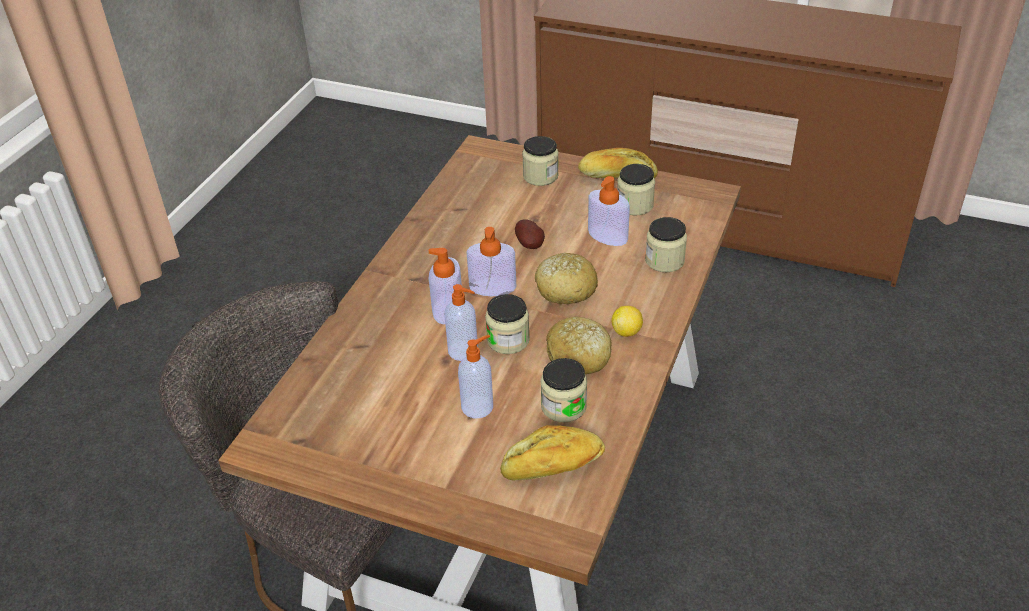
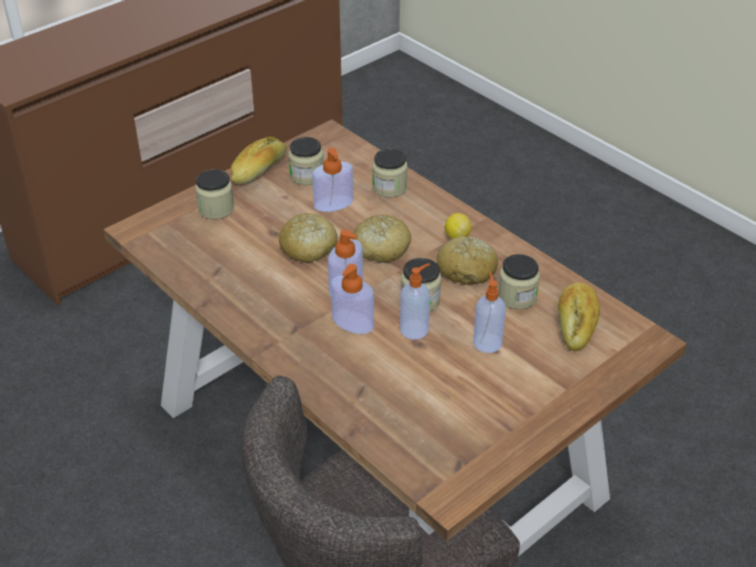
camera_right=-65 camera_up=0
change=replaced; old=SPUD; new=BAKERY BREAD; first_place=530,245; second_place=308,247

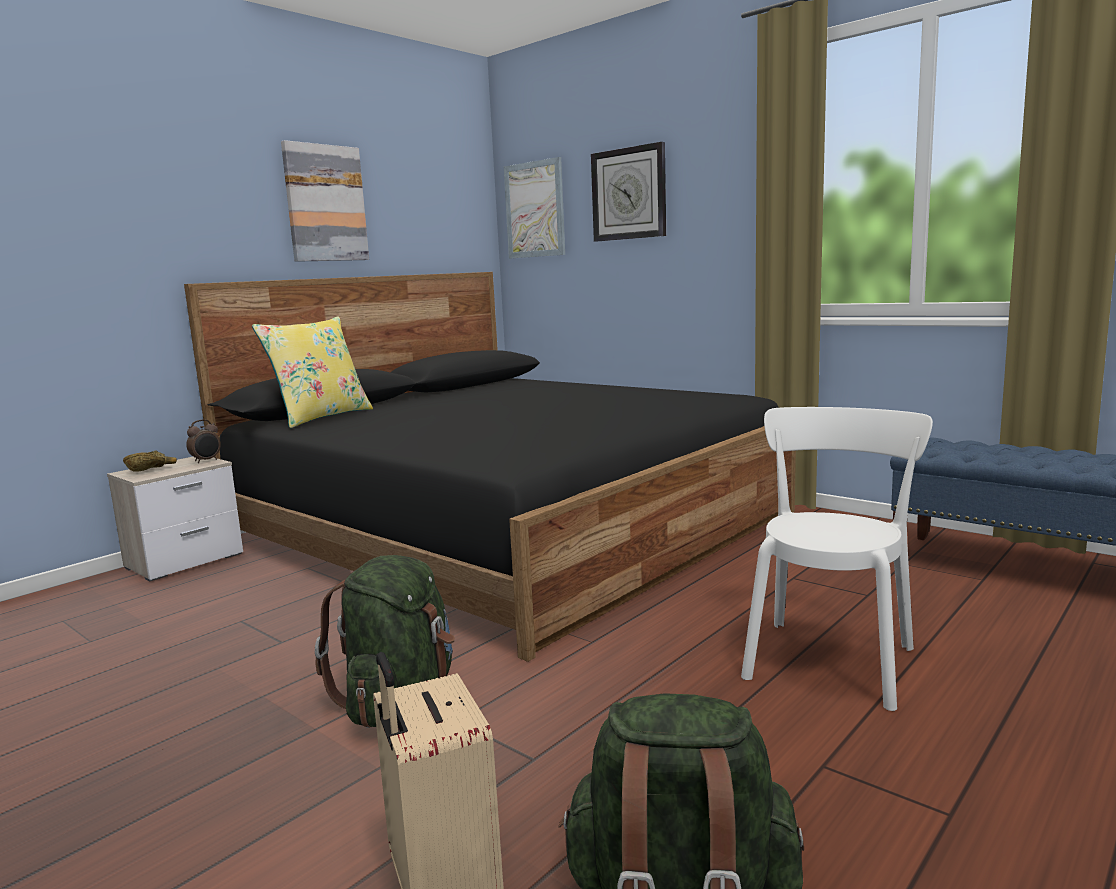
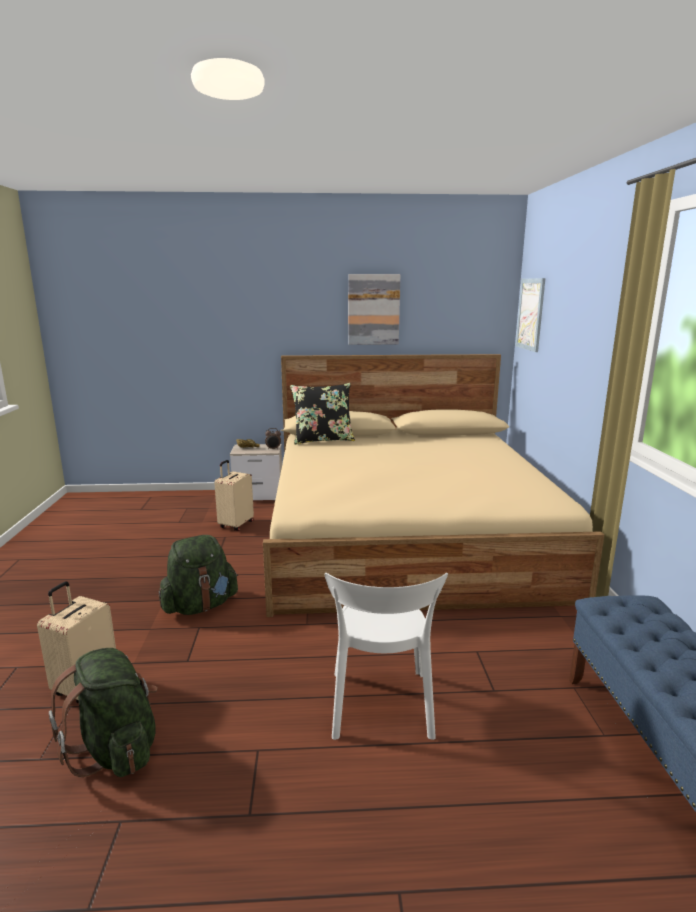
camera_right=45 camera_up=5
change=recoloured; old=BLACK-COLOURED BEDROOM BED; new=BEIGE BEDROOM BED; first_place=508,525; second_place=405,534
change=recoloured; old=YELLOW THROW PILLOW; new=BLACK-COLOURED THROW PILLOW; first_place=321,417; second_place=323,440
change=removed; old=HANGING CLOCK; first_place=629,194
change=turned; old=WHITE-COLOURED UPRIGHT CHAIR; first_place=831,658; second_place=381,708; degrees=105
change=added; new=BEIGE PIECE OF LUGGAGE; second_place=235,525

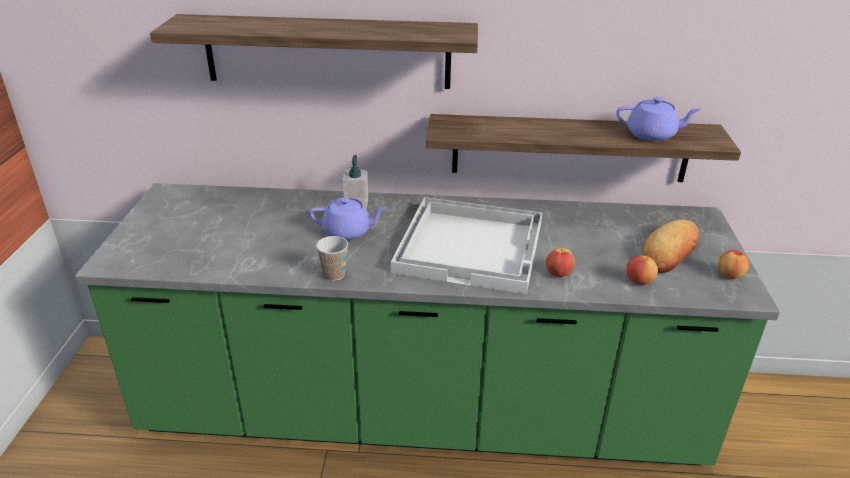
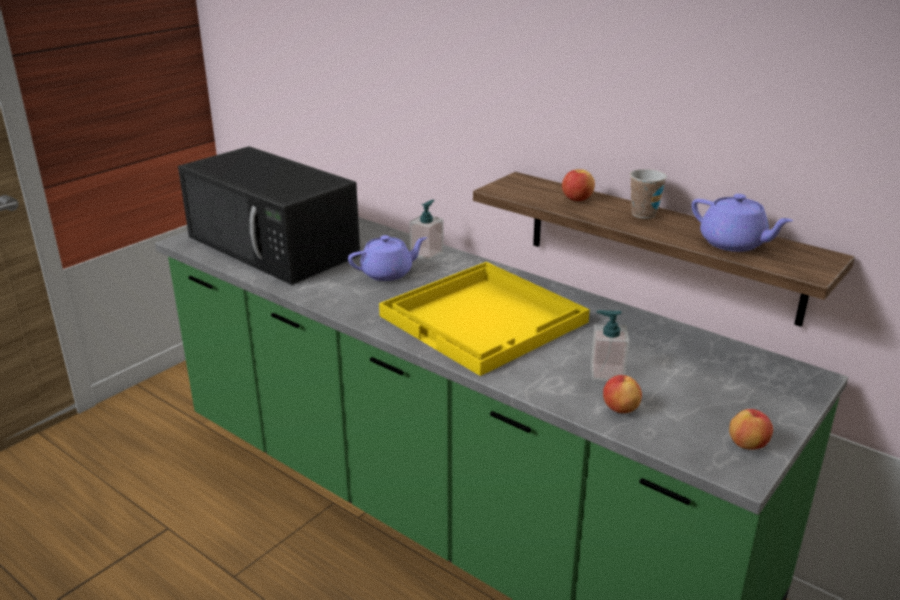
camera_right=35 camera_up=-5
change=removed; old=SHELF; first_place=327,52
change=turned; old=PURPLE-COLOURED POT FOR TEA; first_place=348,232; second_place=388,273; degrees=-60
change=moved; old=CUP; first_place=334,274; second_place=643,214
change=recoloured; old=WHITE-COLOURED CARRYING TRAY; new=YELLOW CARRYING TRAY; first_place=472,245; second_place=485,319
change=moved; old=APPLE FRUIT; first_place=559,273; second_place=577,199
change=removed; old=BAKERY BREAD; first_place=670,251
change=added; new=BLACK-COLOURED MICROWAVE; second_place=275,246
change=added; new=SOAP BOTTLE; second_place=607,372

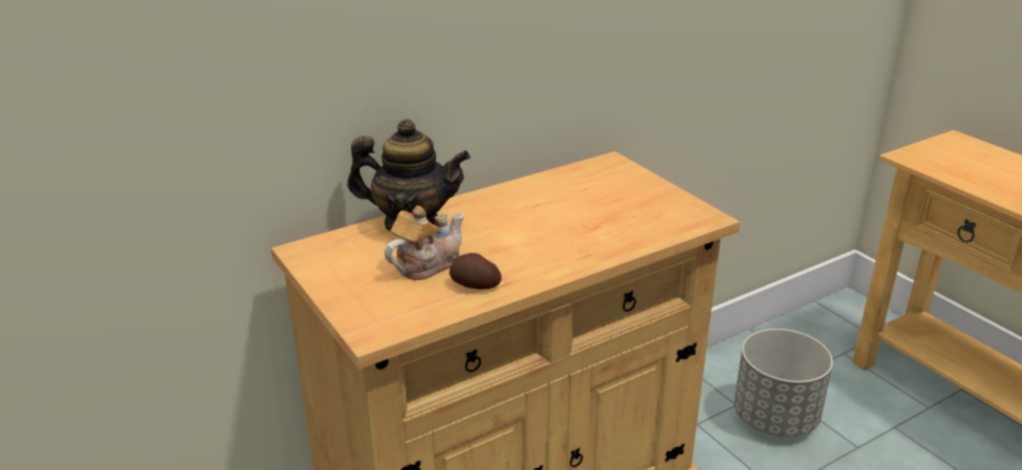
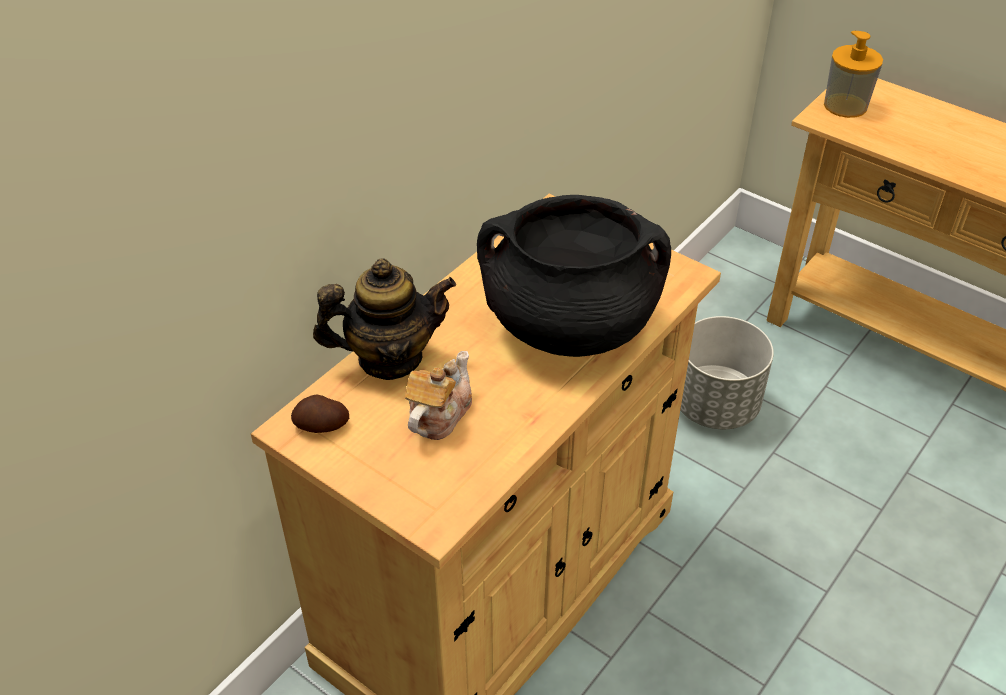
camera_right=-20 camera_up=15
change=moved; old=SPUD; first_place=474,285; second_place=321,426
change=added; new=BLACK-COLOURED COOKING POT; second_place=569,325
change=added; new=SOAP BOTTLE; second_place=845,105

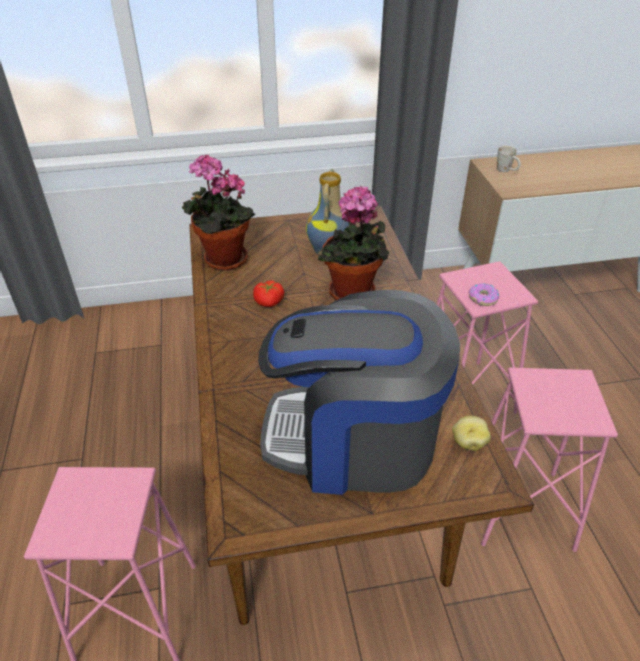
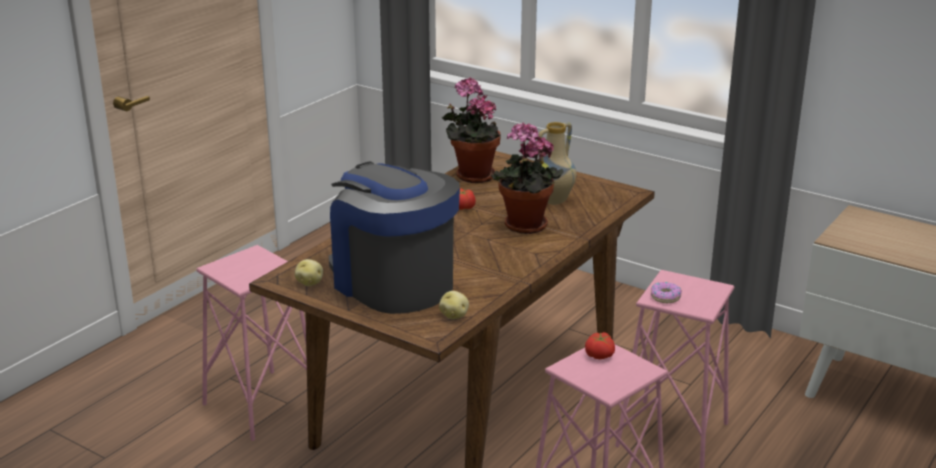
camera_right=45 camera_up=-15
change=removed; old=WHITE-COLOURED COFFEE MUG; first_place=507,171
change=added; new=SPUD; second_place=310,283
change=added; new=WHOLE TOMATO; second_place=600,355

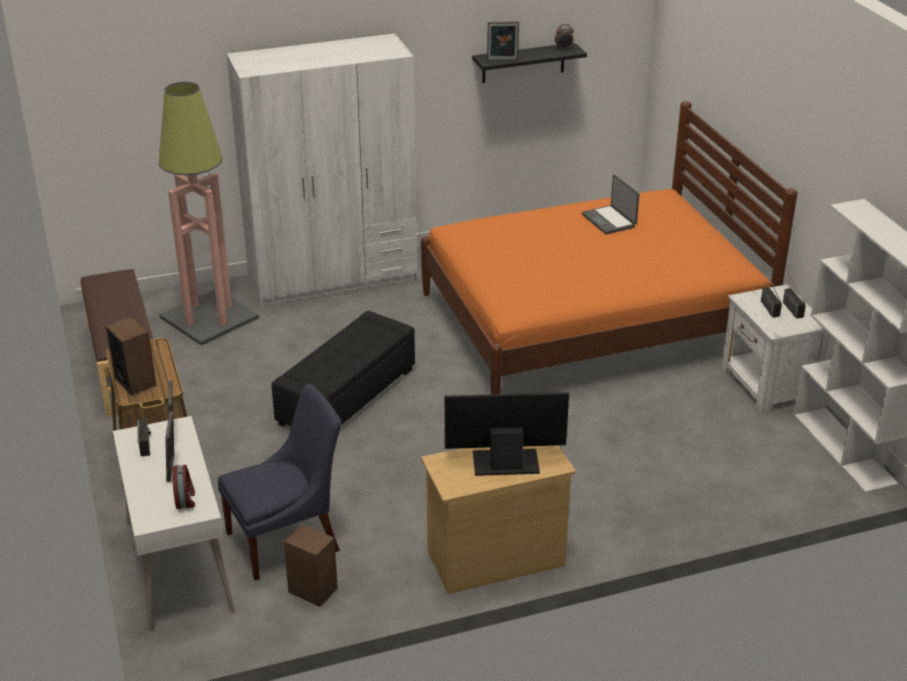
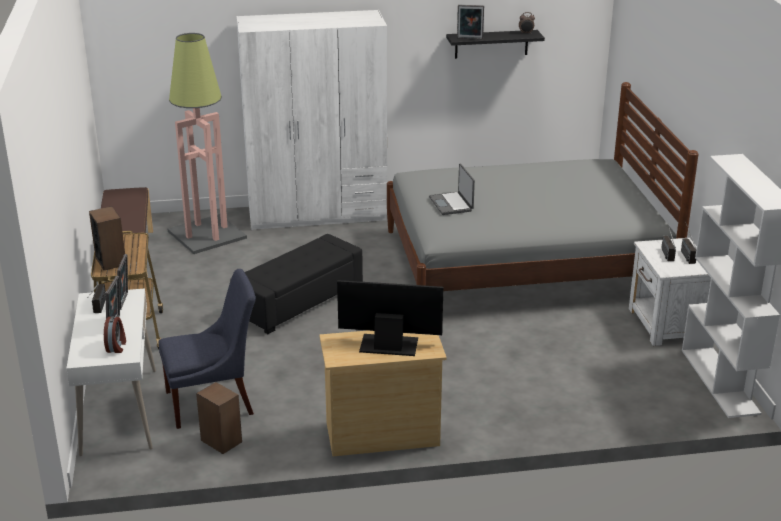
camera_right=10 camera_up=-5
change=recoloured; old=ORANGEY BEDROOM BED; new=GRAY BEDROOM BED; first_place=590,323; second_place=524,265
change=moved; old=LAPTOP; first_place=609,220; second_place=452,204

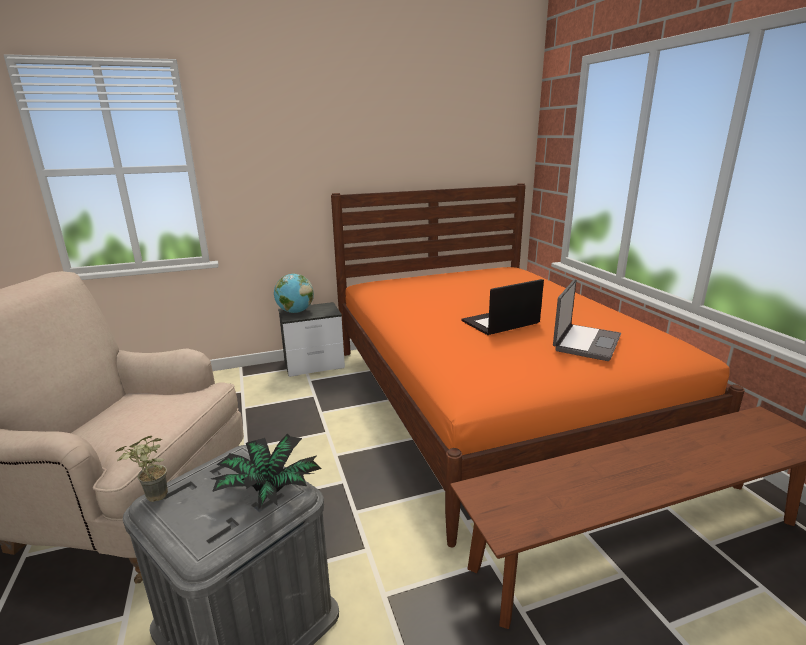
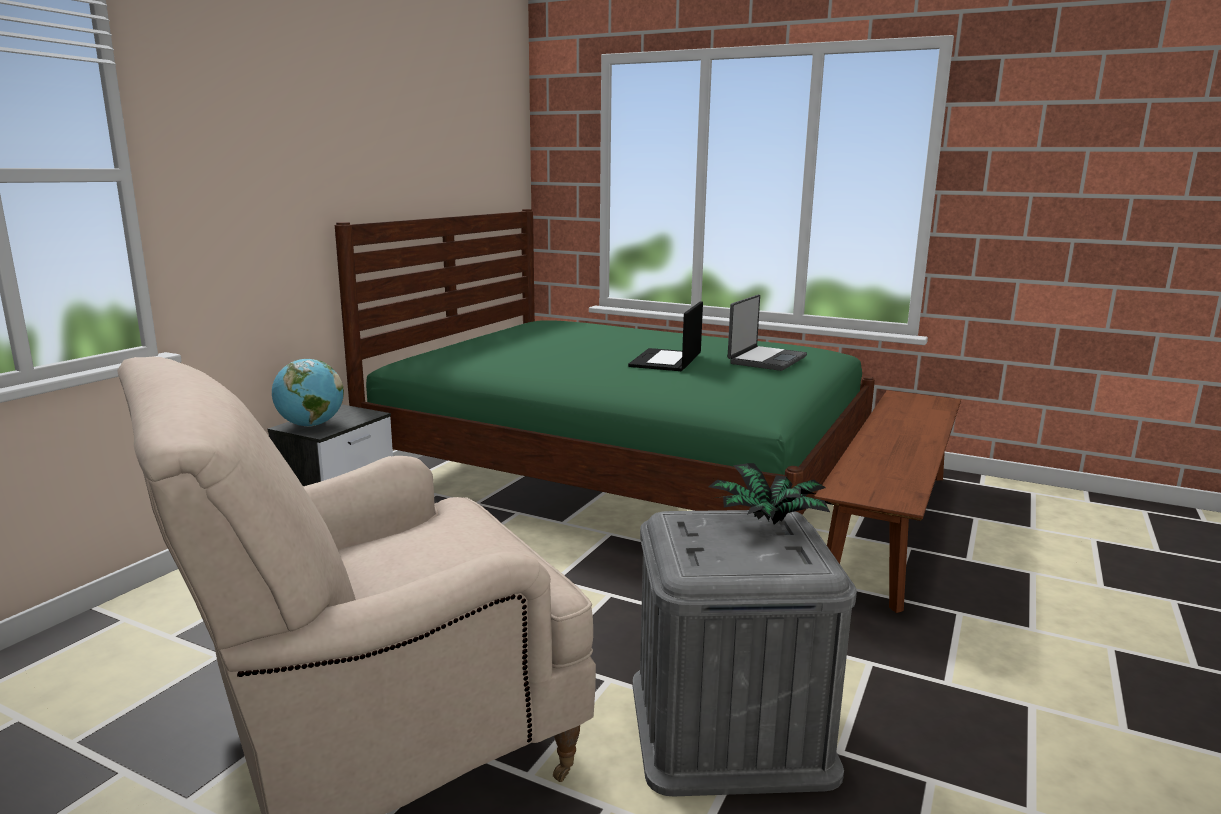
camera_right=-45 camera_up=-5
change=removed; old=PLANT IN A POT; first_place=151,499
change=recoloured; old=ORANGEY BEDROOM BED; new=GREEN BEDROOM BED; first_place=492,398; second_place=624,476
change=turned; old=LAPTOP; first_place=585,343; second_place=765,360; degrees=45

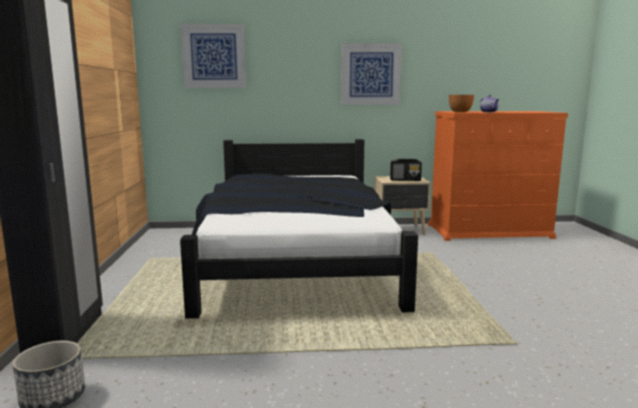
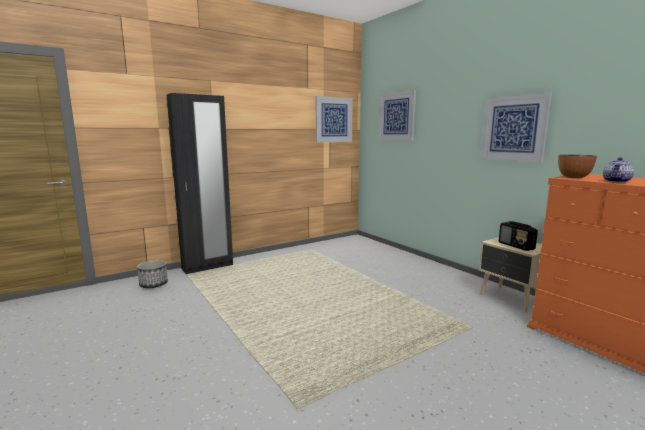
camera_right=60 camera_up=0
change=removed; old=BLACK-COLOURED BEDROOM BED; first_place=296,261
change=added; new=WALL PICTURE; second_place=333,120

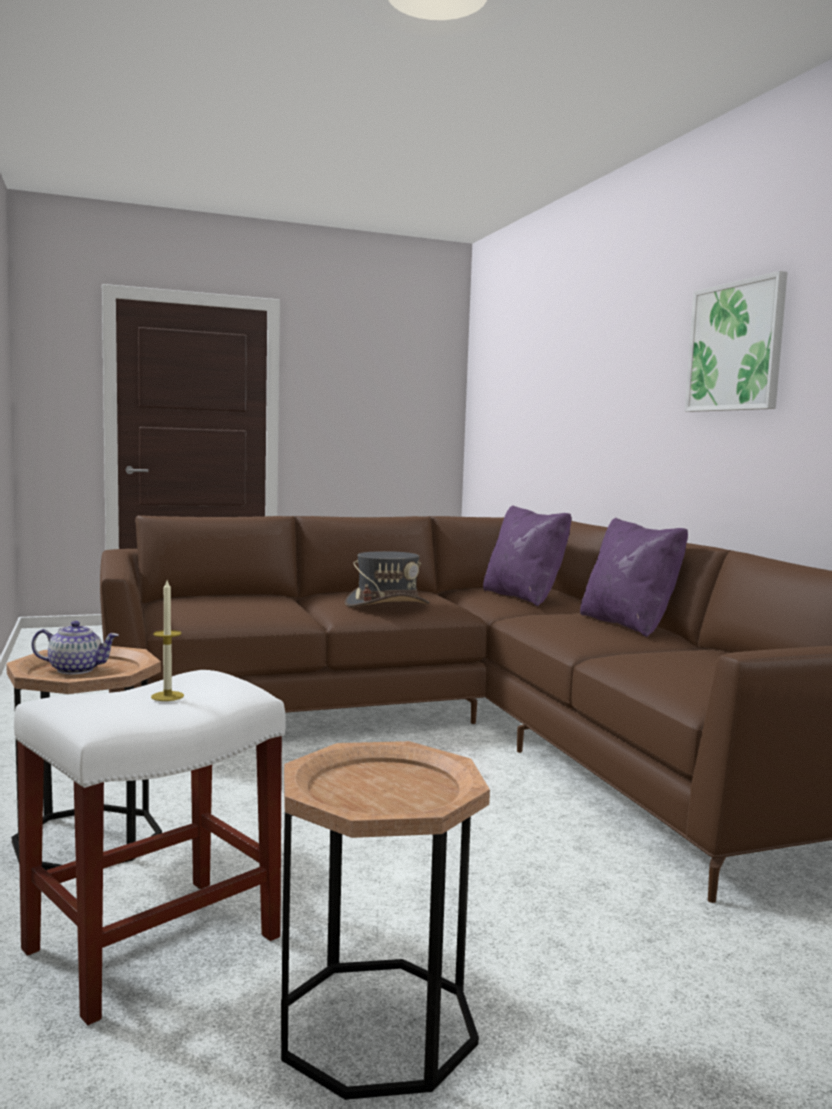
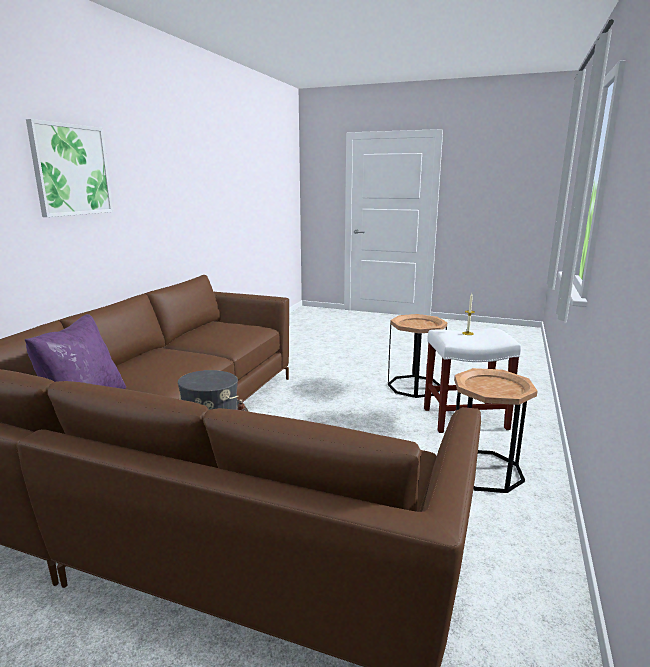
camera_right=-140 camera_up=10
change=removed; old=POT FOR TEA; first_place=76,669
change=removed; old=PURPLE-COLOURED THROW PILLOW; first_place=628,625

